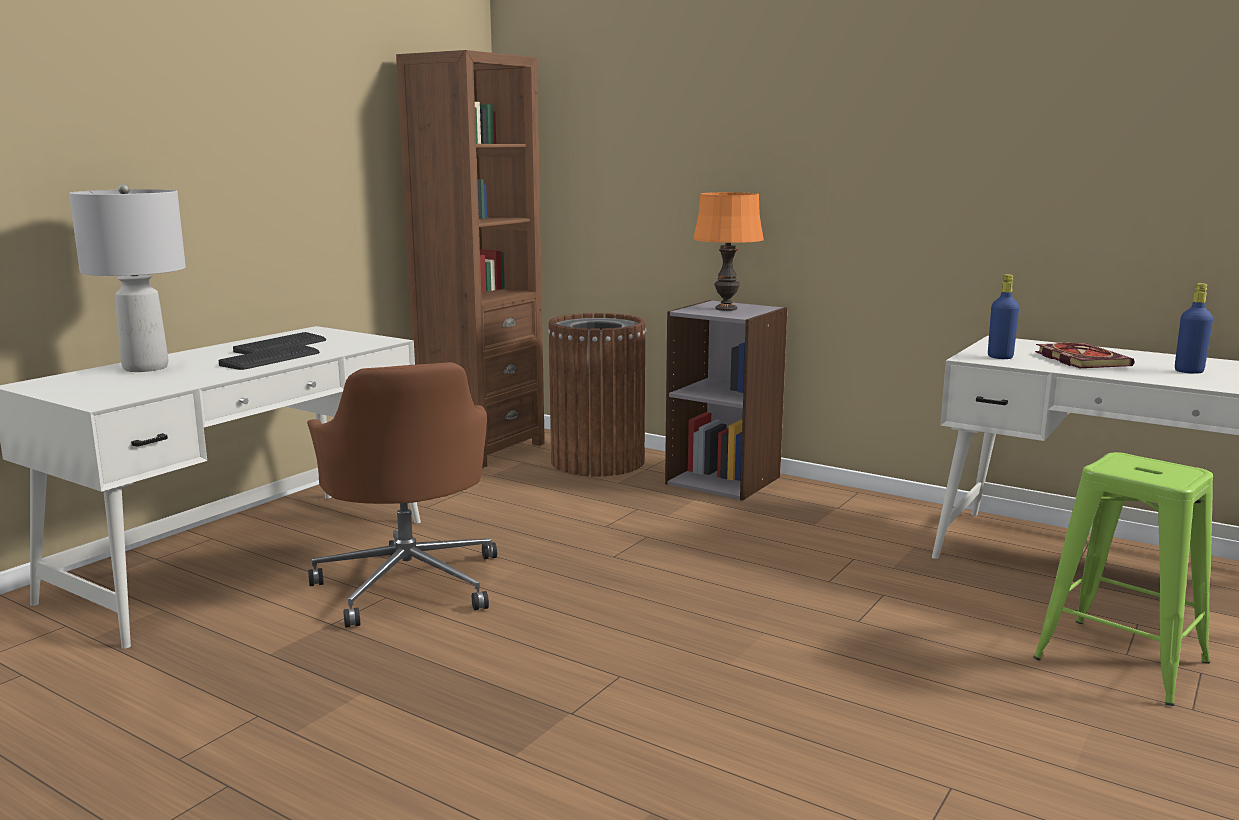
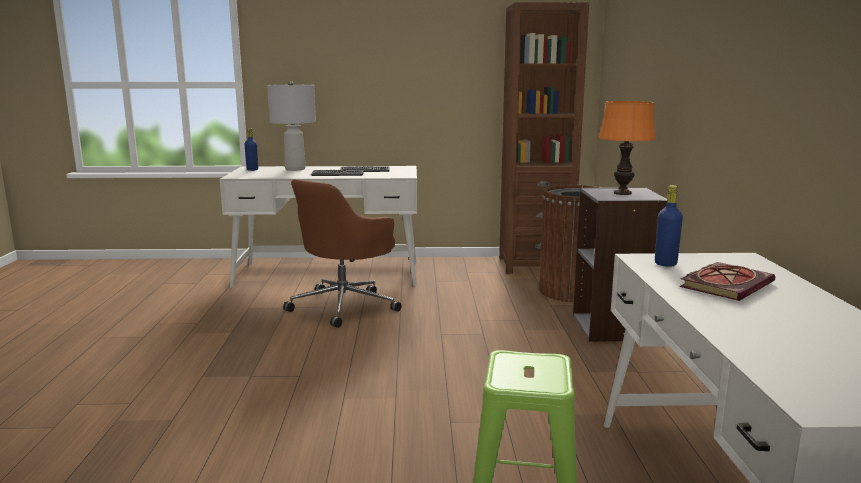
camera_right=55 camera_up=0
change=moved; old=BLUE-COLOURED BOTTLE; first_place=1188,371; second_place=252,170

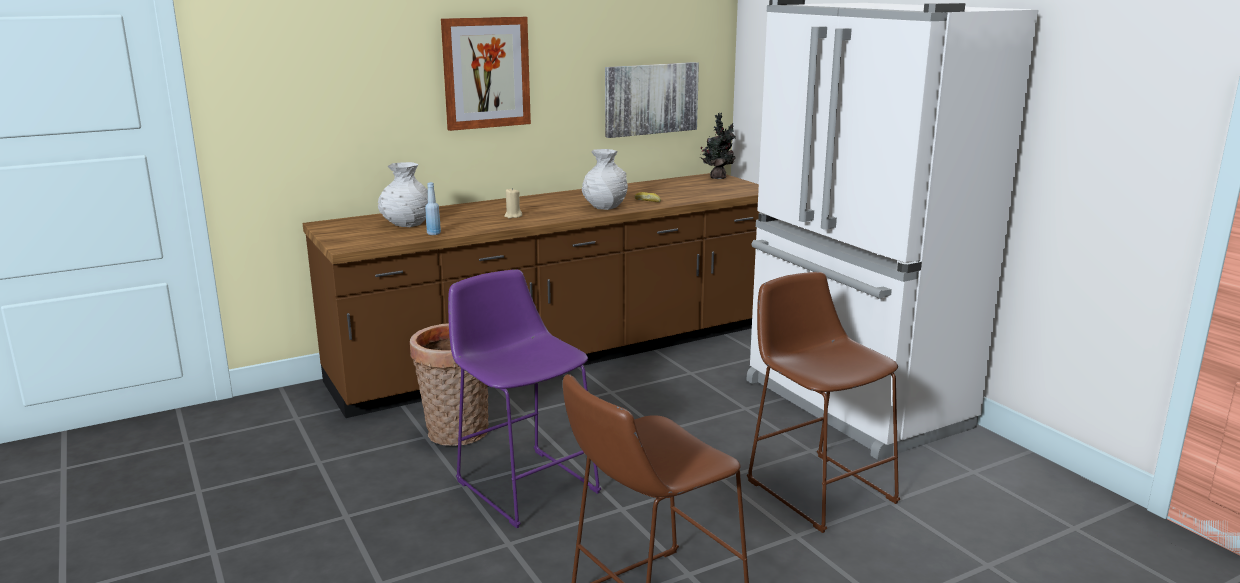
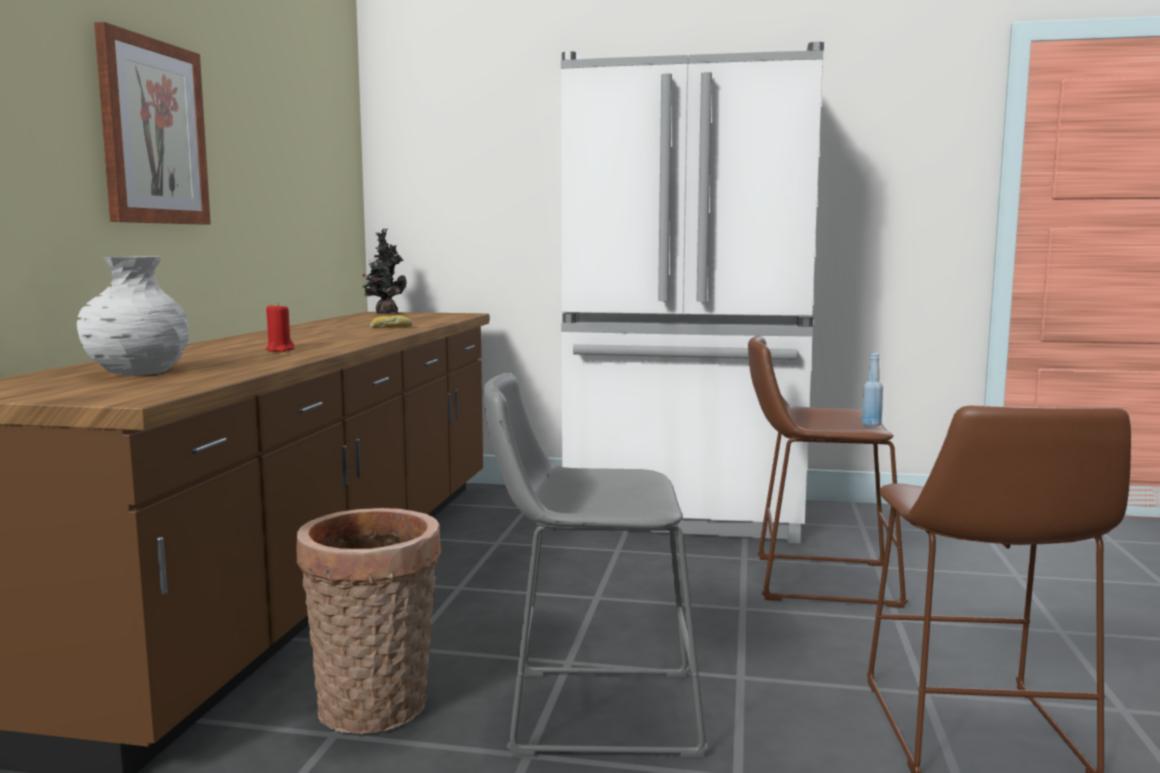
camera_right=-50 camera_up=-10
change=moved; old=BLUE-COLOURED BOTTLE; first_place=434,234; second_place=871,425
change=recoloured; old=PURPLE-COLOURED STOOL; new=GRAY STOOL; first_place=524,483; second_place=592,711
change=recoloured; old=BEIGE WAX LIGHT; new=REDDISH WAX LIGHT; first_place=513,216; second_place=280,350
change=removed; old=WHITE-COLOURED DECORATIVE VASE; first_place=604,206
change=removed; old=WALL PICTURE; first_place=650,99

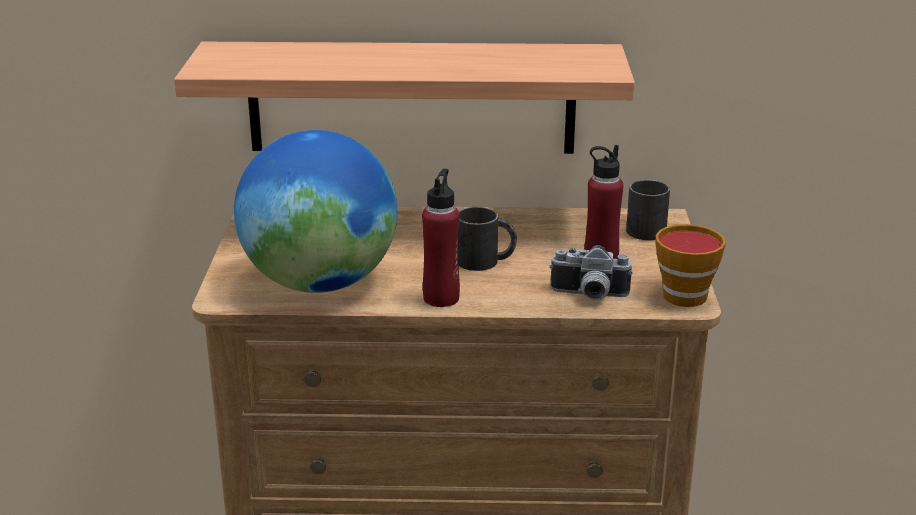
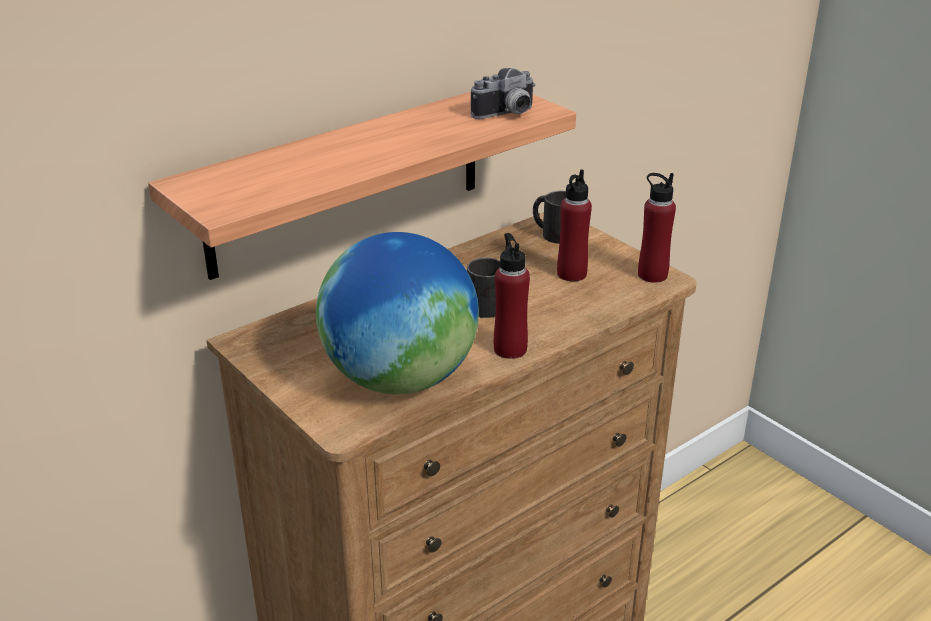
camera_right=-40 camera_up=5
change=moved; old=STILL CAMERA; first_place=589,296; second_place=507,114
change=replaced; old=CUP; new=REDDISH BOTTLE; first_place=680,294; second_place=652,275

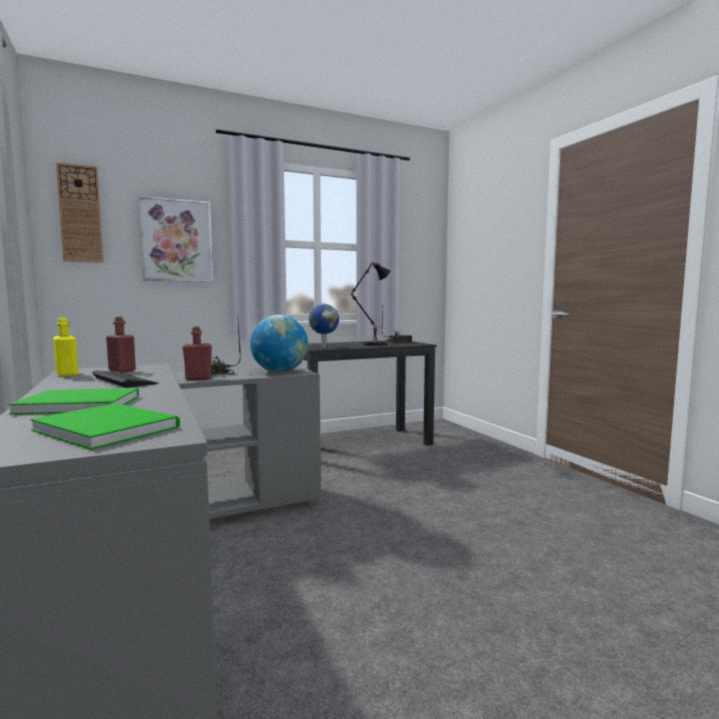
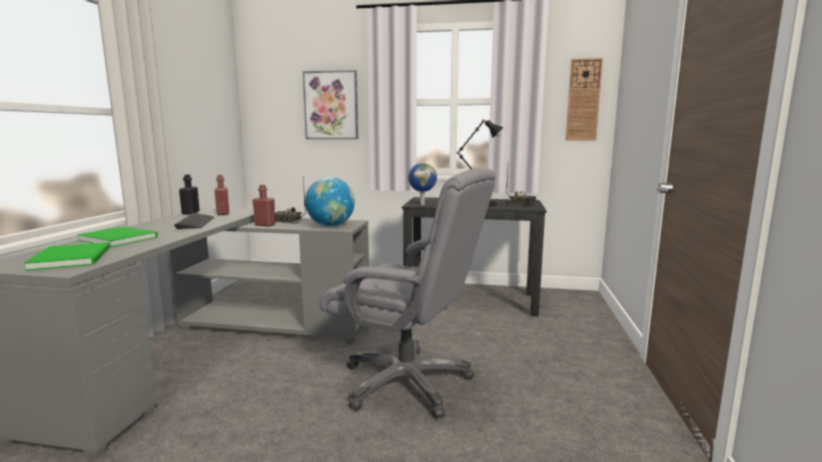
camera_right=35 camera_up=5
change=recoloured; old=YELLOW BOTTLE; new=BLACK-COLOURED BOTTLE; first_place=67,374; second_place=190,213
change=moved; old=HANGING CLOCK; first_place=80,214; second_place=583,100
change=added; new=GRAY OFFICE CHAIR; second_place=407,382

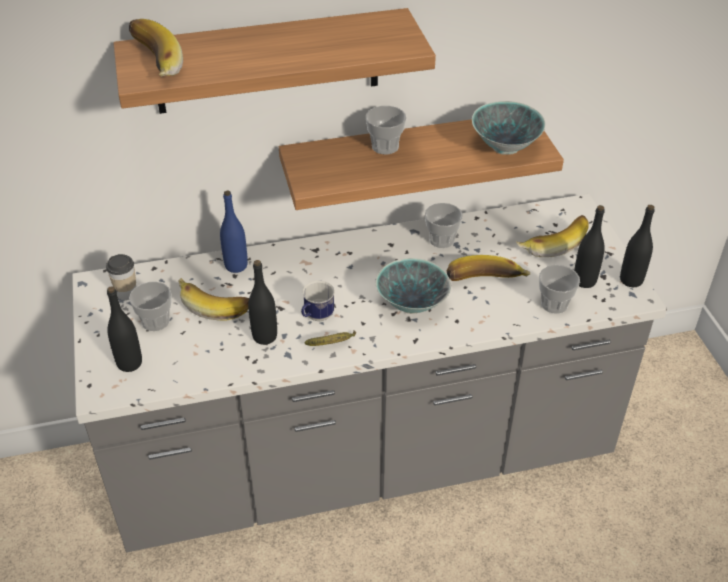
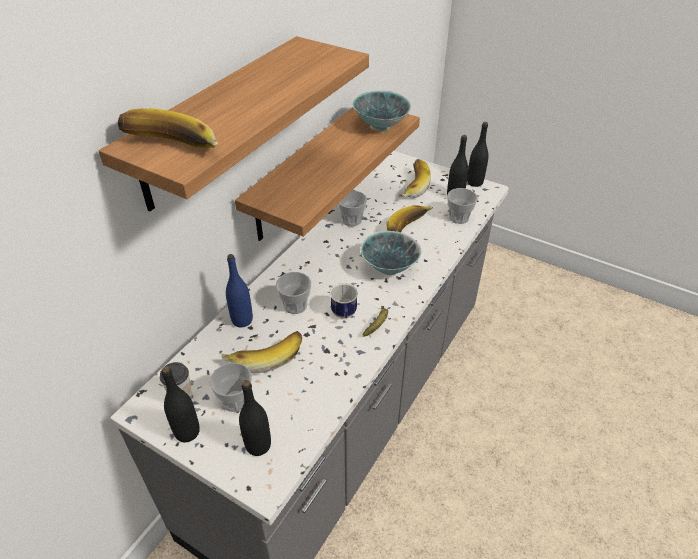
camera_right=-45 camera_up=0
change=moved; old=BLACK-COLOURED BOTTLE; first_place=265,336; second_place=187,432
change=moved; old=CUP; first_place=385,146; second_place=295,305

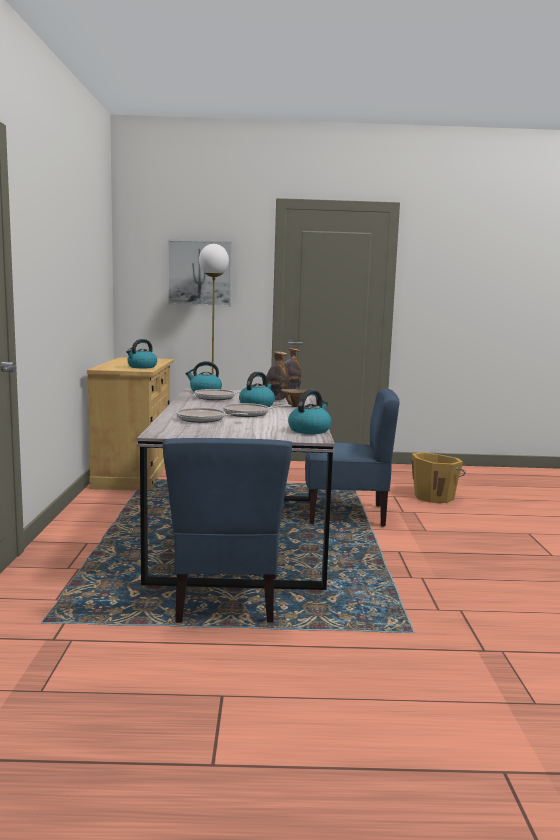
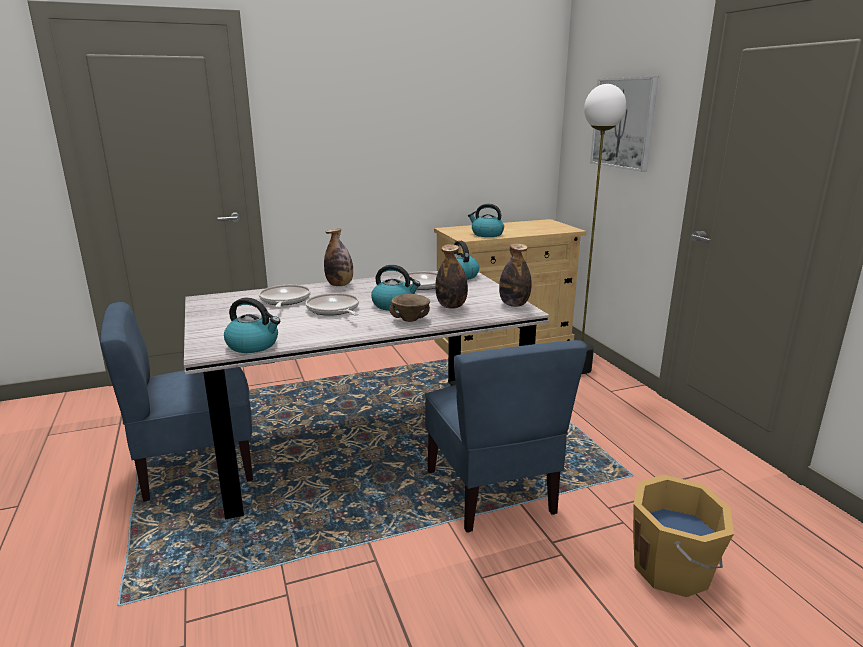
camera_right=70 camera_up=10
change=added; new=BOTTLE; second_place=340,285

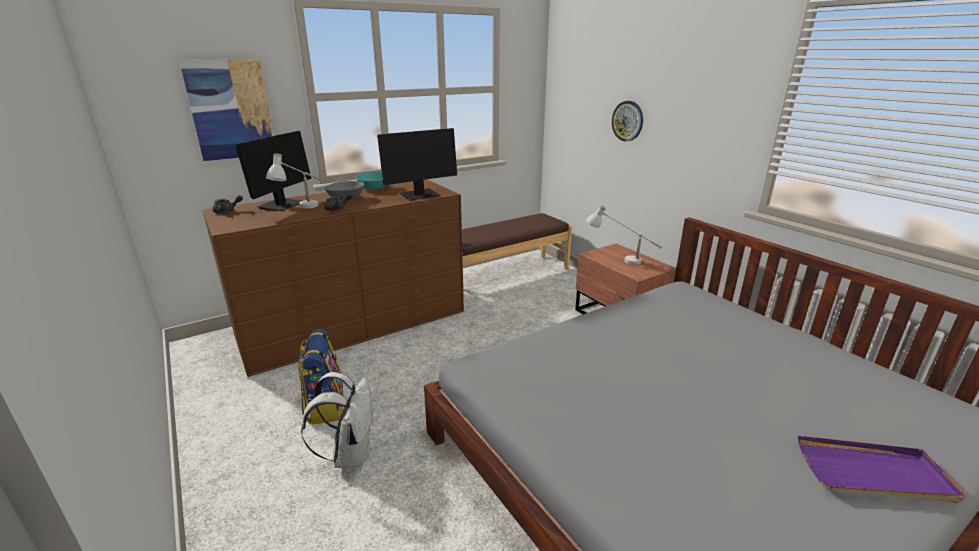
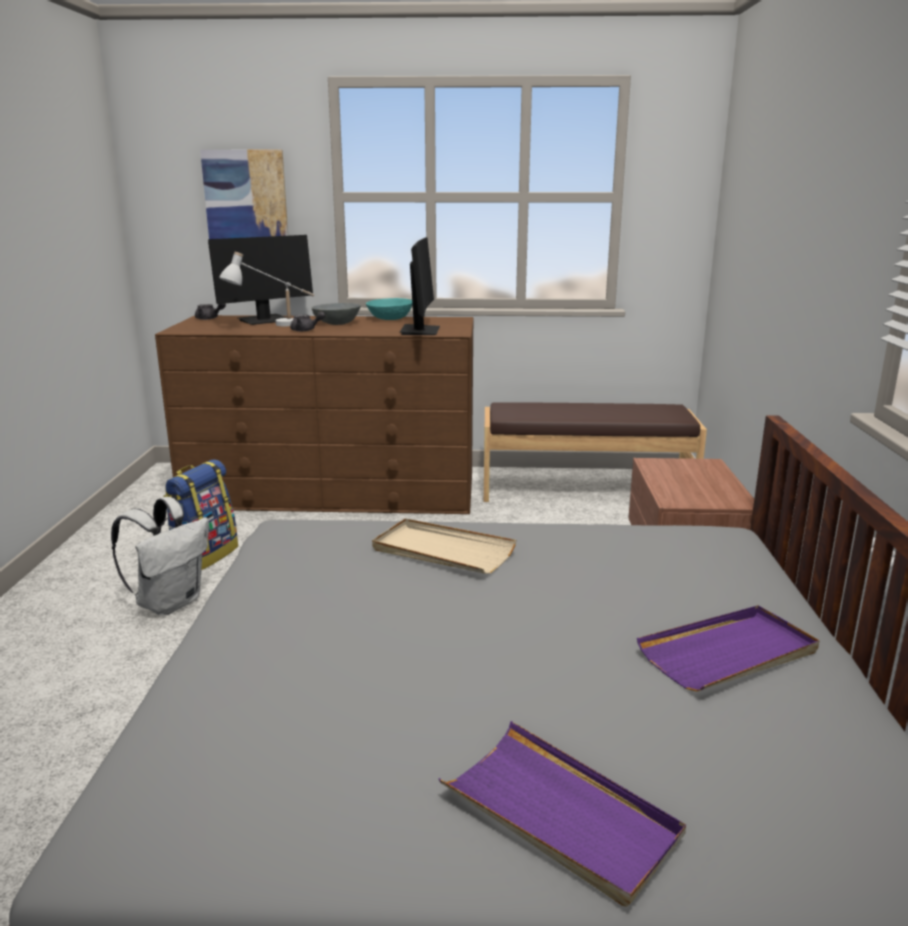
camera_right=35 camera_up=-5
change=turned; old=COMPUTER SCREEN; first_place=419,195; second_place=420,331; degrees=-90
change=removed; old=WHITE-COLOURED TABLE LAMP; first_place=620,259
change=removed; old=HANGING CLOCK; first_place=628,121
change=added; new=BEIGE CARRYING TRAY; second_place=442,551
change=added; new=PURPLE-COLOURED CARRYING TRAY; second_place=729,653

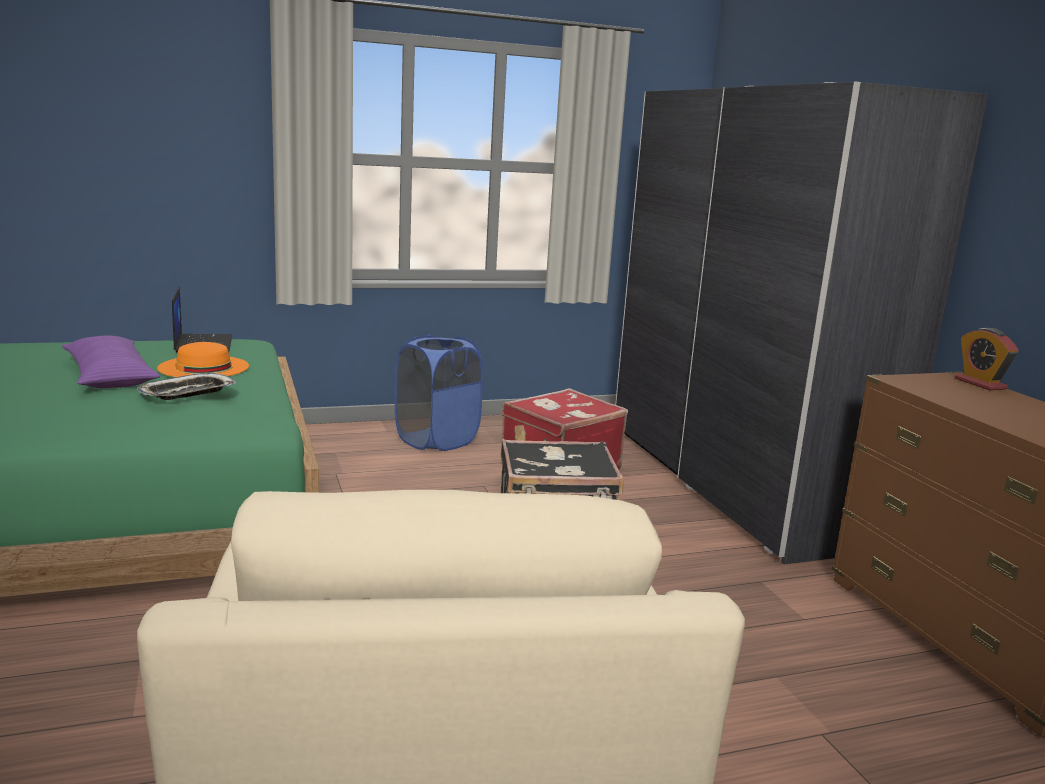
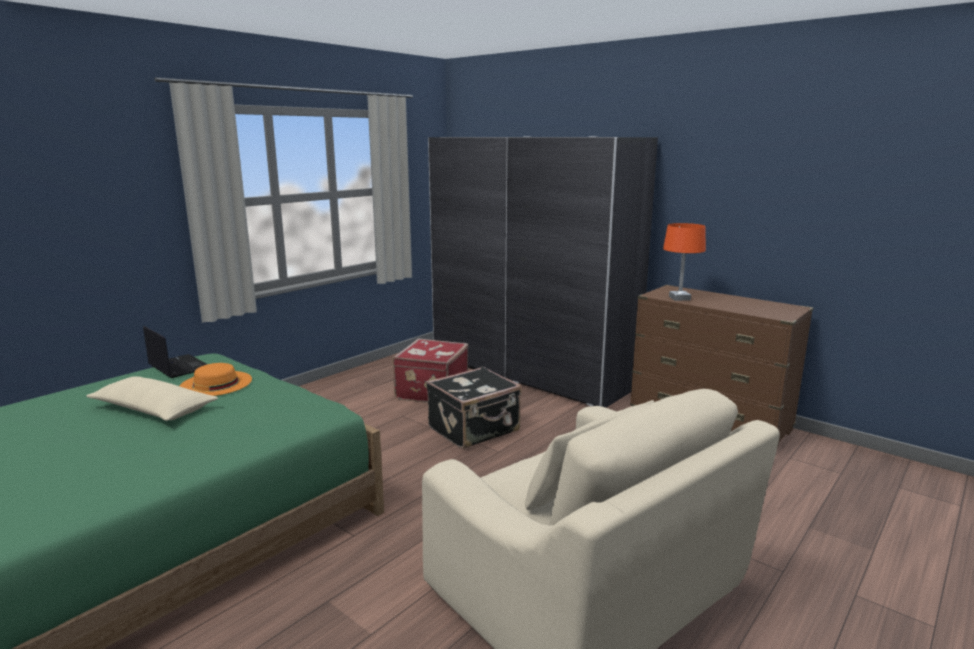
camera_right=-30 camera_up=0
change=recoloured; old=PURPLE-COLOURED THROW PILLOW; new=BEIGE THROW PILLOW; first_place=110,377; second_place=154,410
change=removed; old=CARRYING TRAY; first_place=187,393
change=removed; old=BLUE-COLOURED HAMPER; first_place=437,440
change=removed; old=TABLE CLOCK; first_place=980,383
change=added; new=ORANGEY TABLE LAMP; second_place=679,298

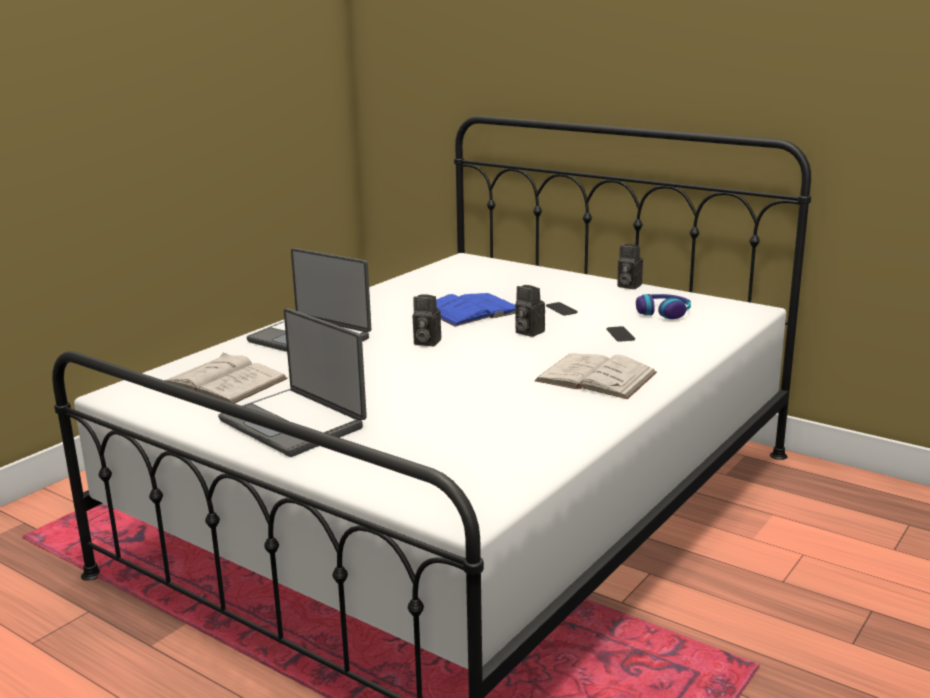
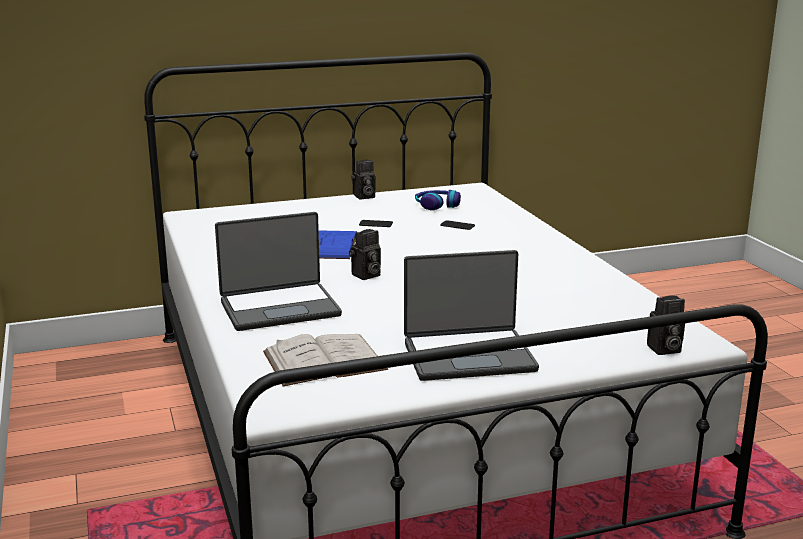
camera_right=-55 camera_up=0
change=moved; old=STILL CAMERA; first_place=527,332; second_place=663,349
change=removed; old=WHITE-COLOURED VOLUME; first_place=596,377

